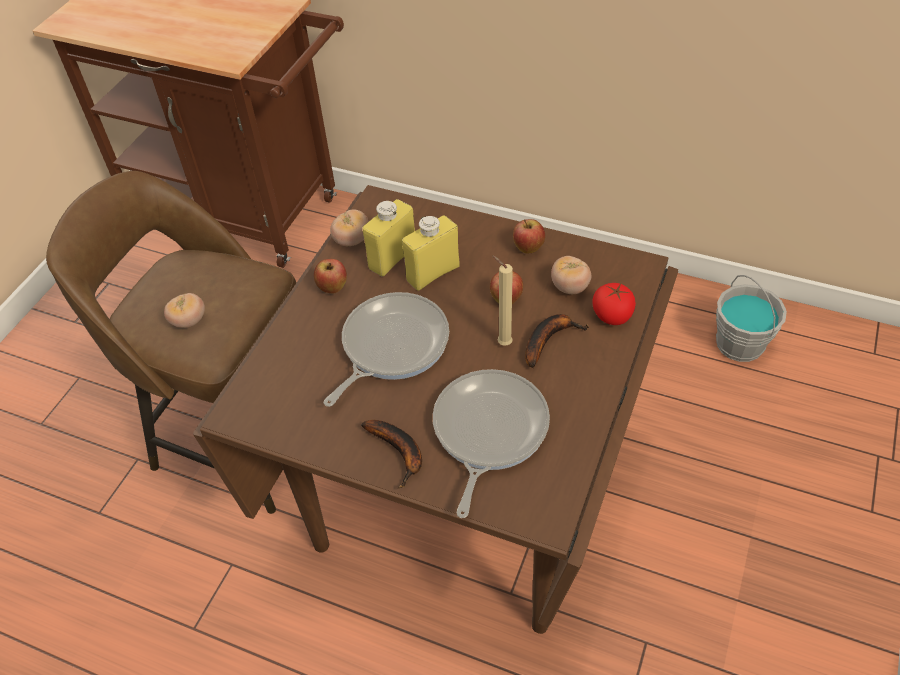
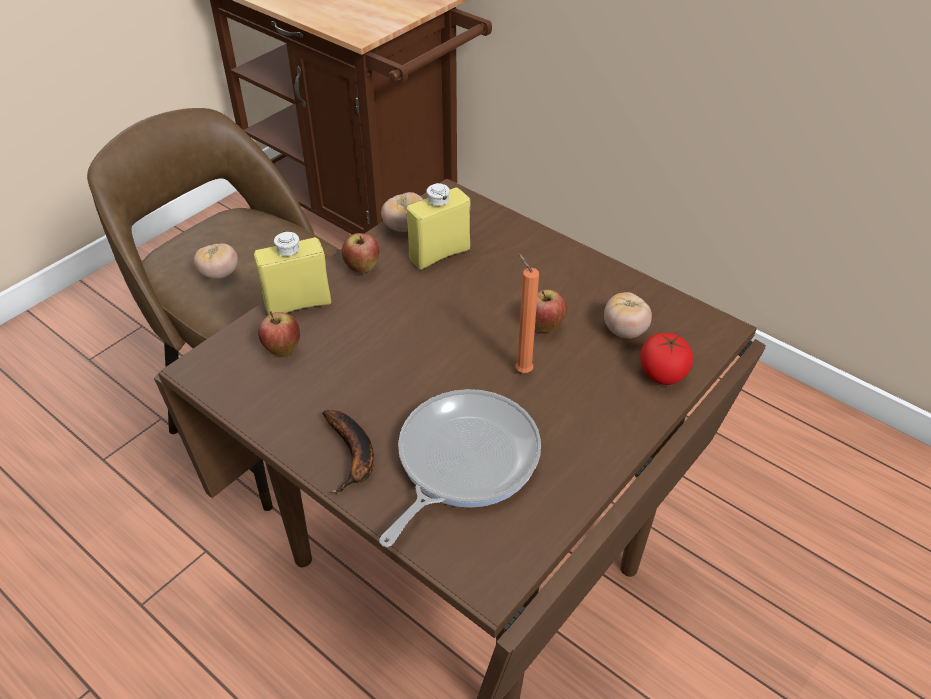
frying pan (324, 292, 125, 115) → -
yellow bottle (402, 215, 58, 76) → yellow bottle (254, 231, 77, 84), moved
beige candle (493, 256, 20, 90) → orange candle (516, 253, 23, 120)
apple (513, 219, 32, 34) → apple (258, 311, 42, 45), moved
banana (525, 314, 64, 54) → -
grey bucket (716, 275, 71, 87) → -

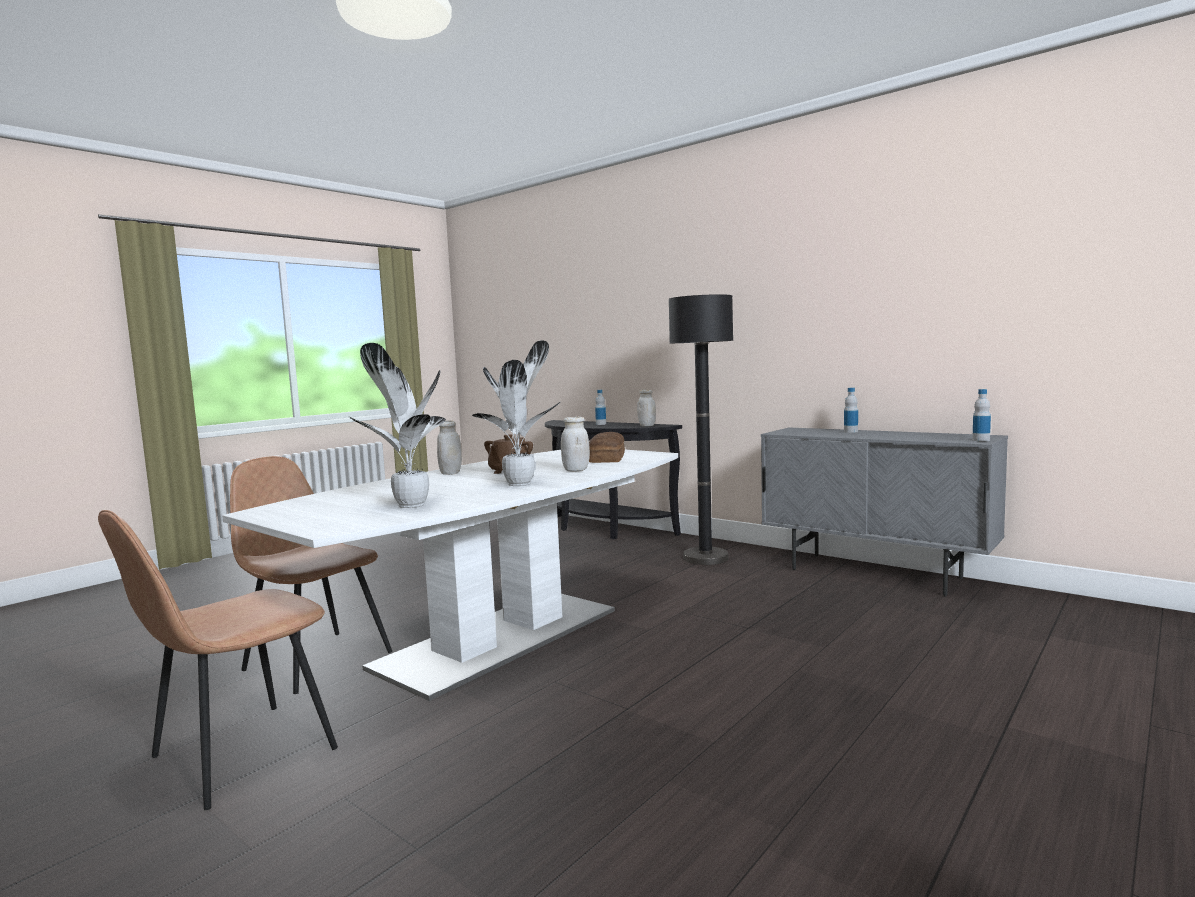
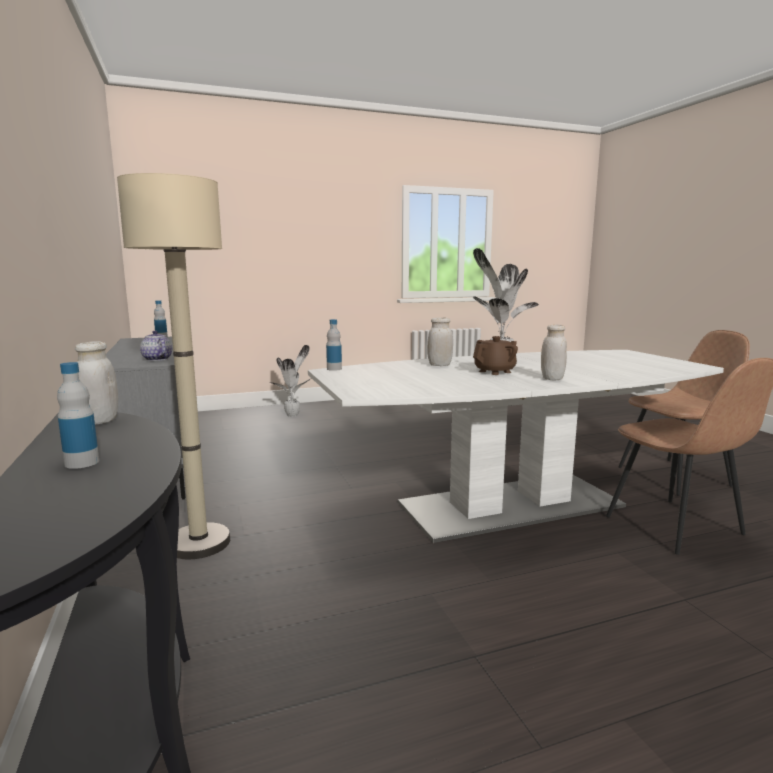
potted plant (349, 343, 97, 165) → potted plant (269, 345, 41, 72), moved
bread (589, 432, 36, 31) → -
black floor lamp (669, 294, 64, 271) → beige floor lamp (117, 173, 113, 386)
bottle (844, 388, 14, 45) → bottle (326, 319, 16, 52), moved
- → teapot (140, 331, 32, 30)

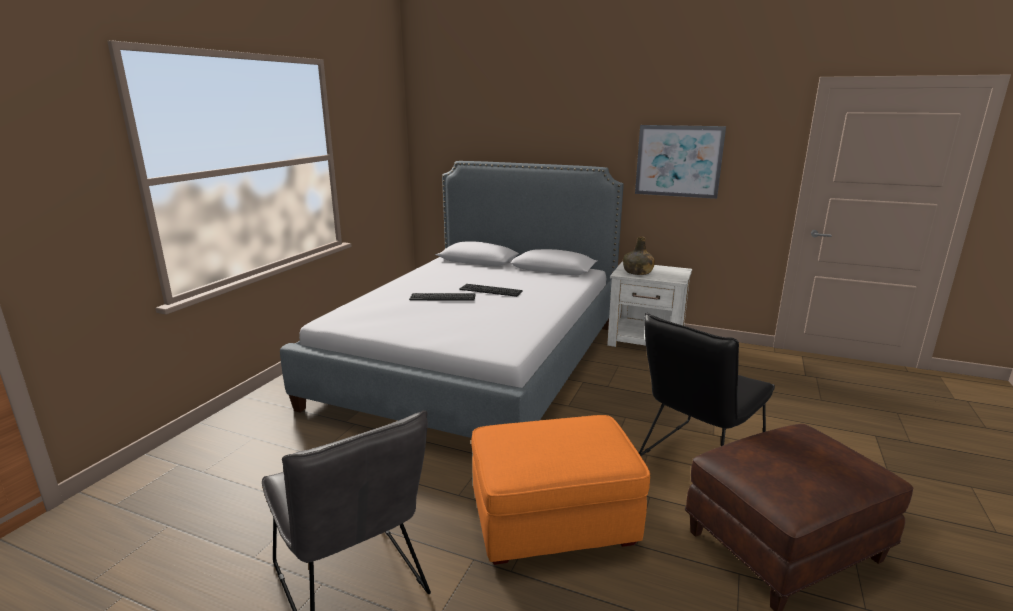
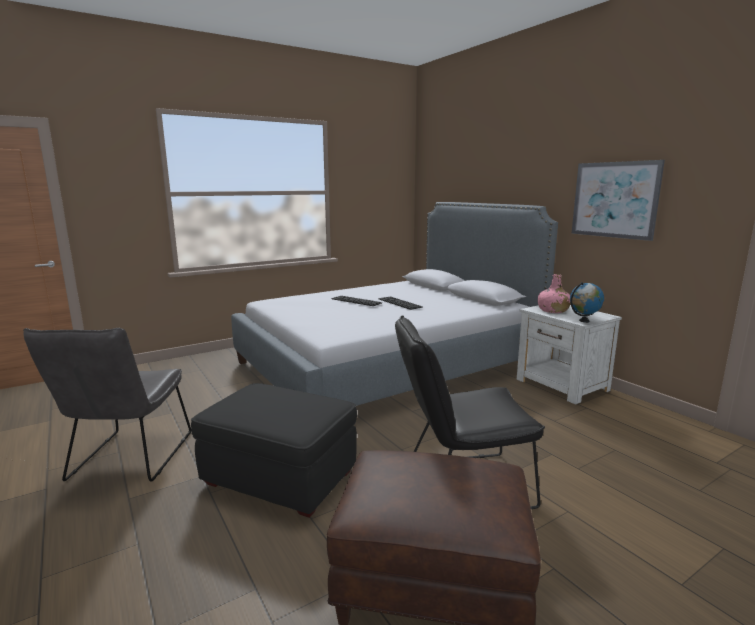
orange ottoman (471, 415, 179, 150) → black ottoman (191, 383, 166, 135)
green bottle (623, 236, 32, 39) → pink bottle (538, 274, 33, 39)
- → globe (570, 282, 34, 41)

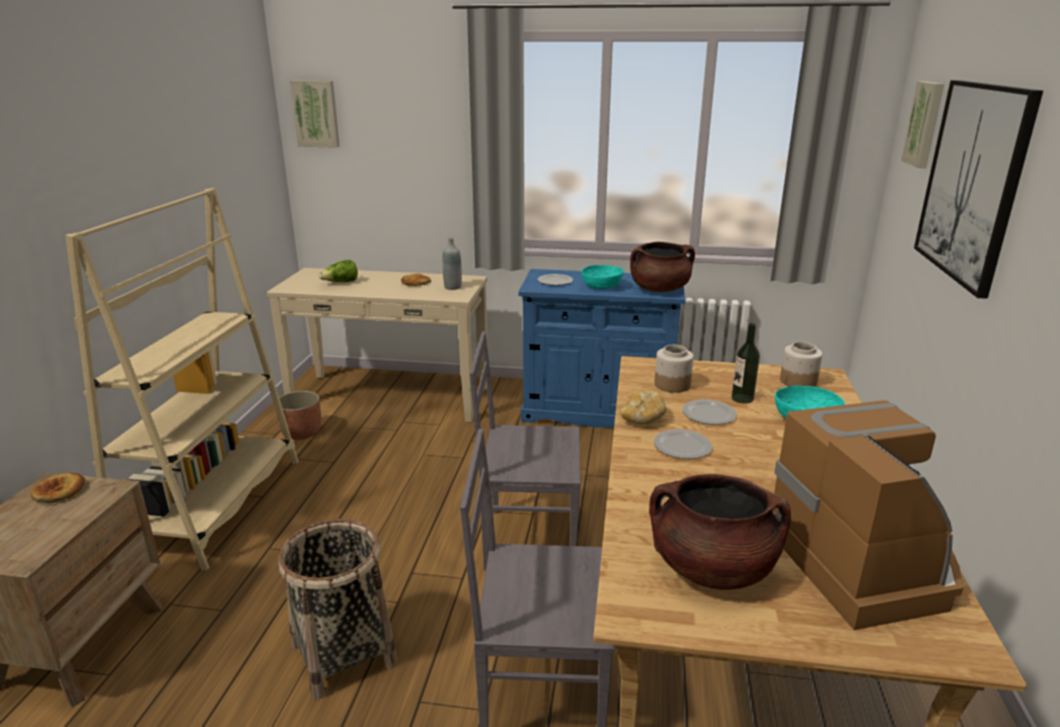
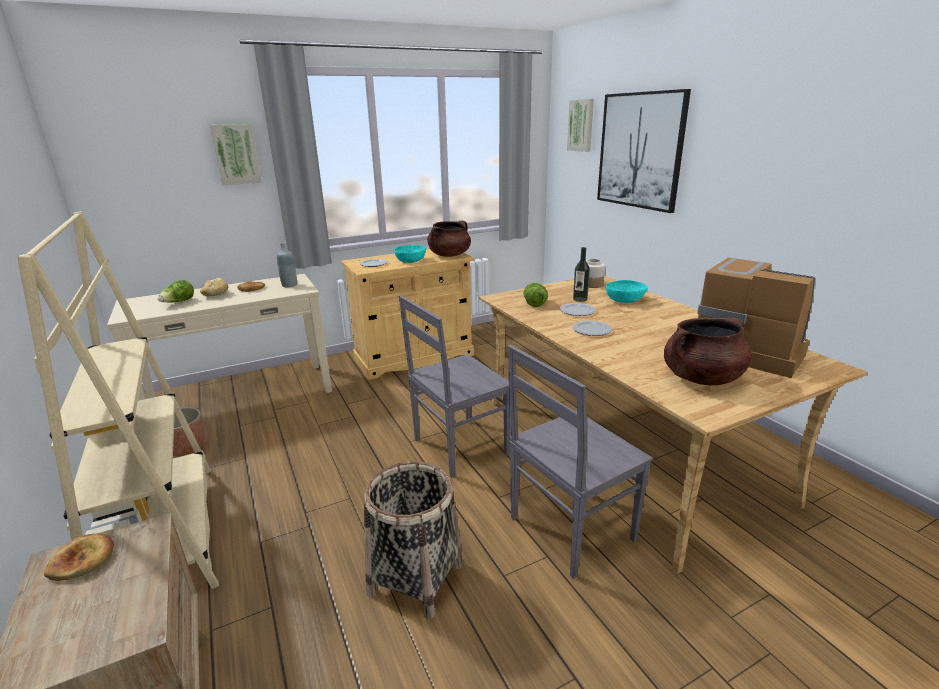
picture (290, 81, 50, 67) → picture (210, 124, 52, 61), moved
blue cabinet (518, 269, 167, 159) → beige cabinet (341, 249, 133, 131)
bread (620, 390, 46, 34) → bread (200, 278, 28, 19), moved
jar (654, 345, 40, 47) → lettuce (523, 283, 25, 24)

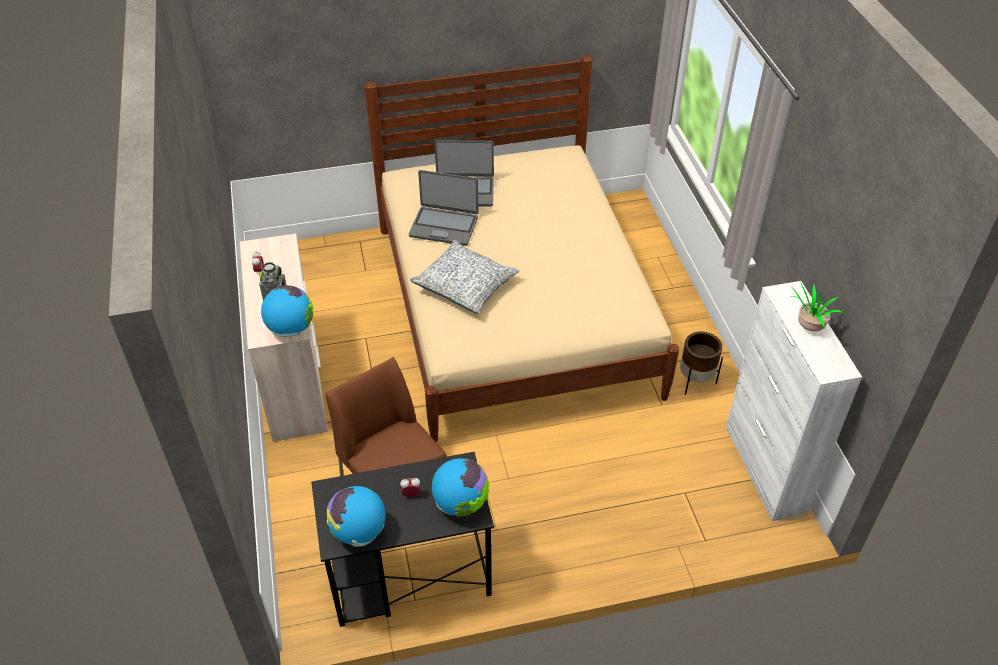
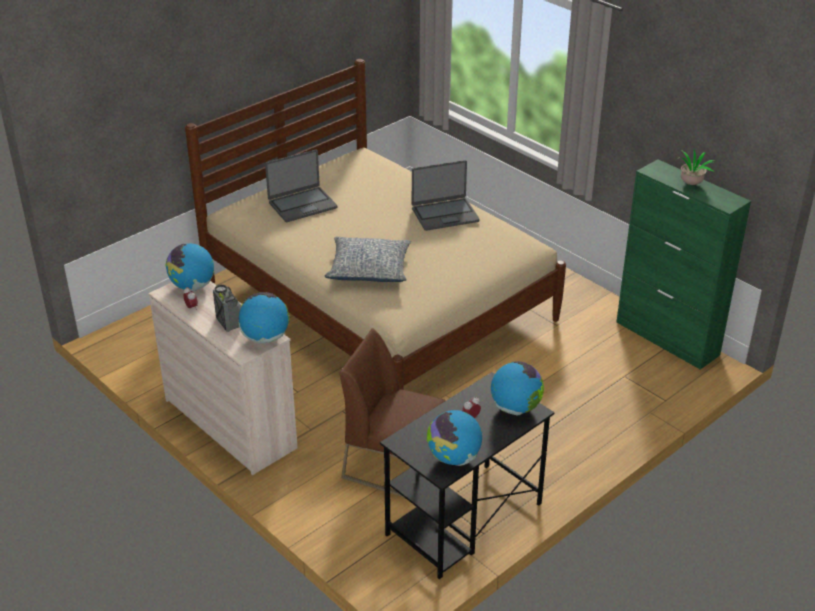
laptop (409, 170, 70, 76) → laptop (412, 160, 68, 71), moved
brown planter (680, 332, 43, 63) → -
white cabinet (726, 281, 136, 240) → green cabinet (616, 159, 135, 211)
- → globe (165, 244, 49, 47)

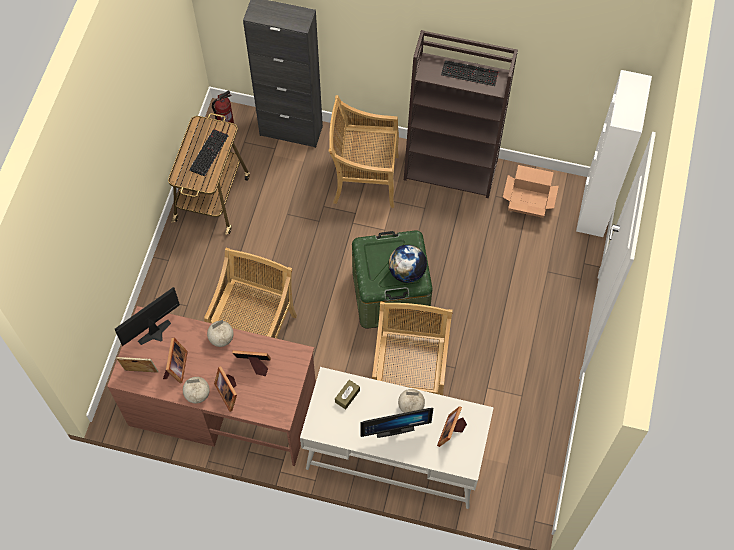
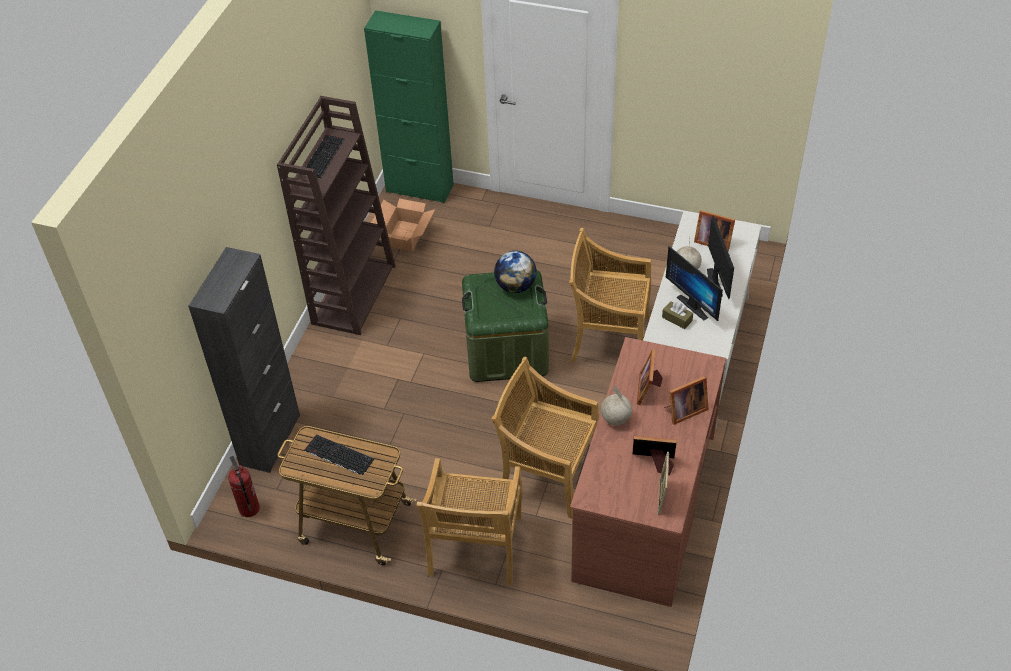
monitor (115, 287, 65, 59) → monitor (666, 246, 57, 75), moved
globe (183, 377, 27, 26) → -
beige chair (329, 95, 70, 113) → beige chair (417, 458, 106, 127), moved
white cabinet (576, 70, 76, 167) → green cabinet (364, 10, 90, 193)

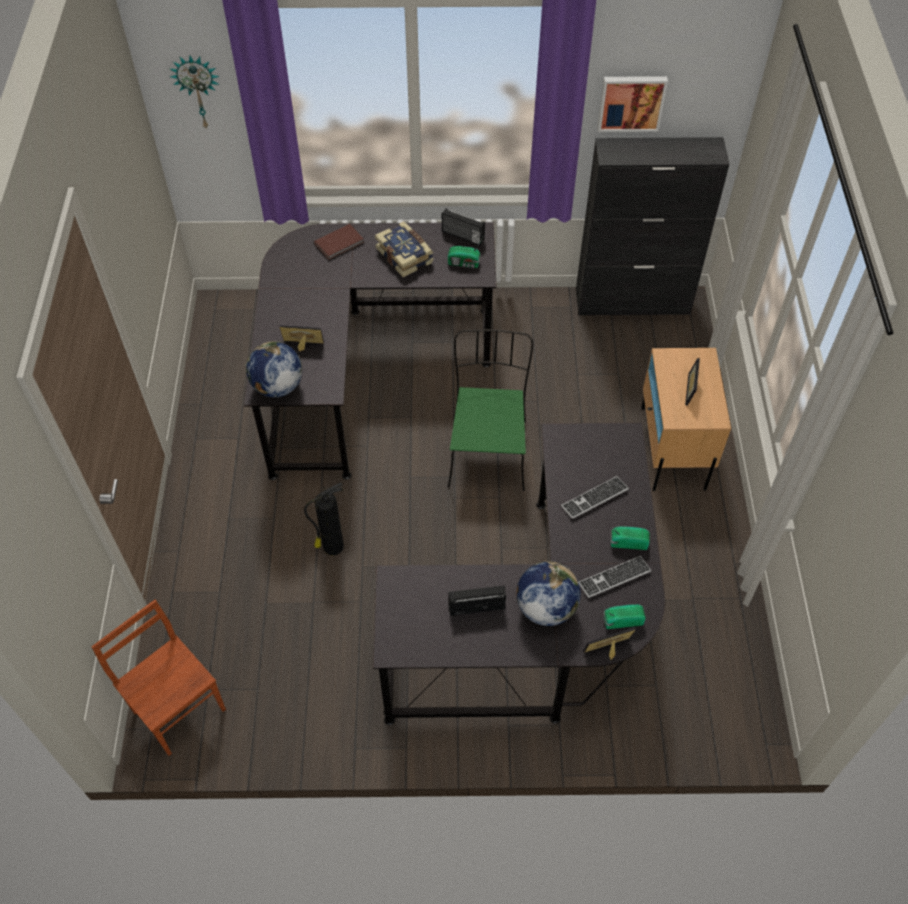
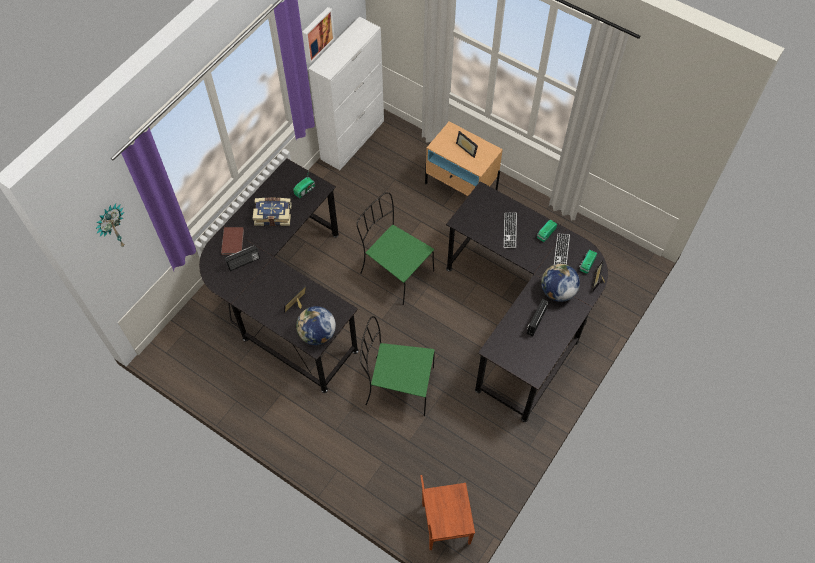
fire extinguisher (304, 482, 40, 73) → green chair (360, 316, 75, 100)
radio (442, 208, 43, 38) → radio (225, 244, 35, 27), moved
black cabinet (576, 137, 154, 178) → white cabinet (308, 17, 76, 153)

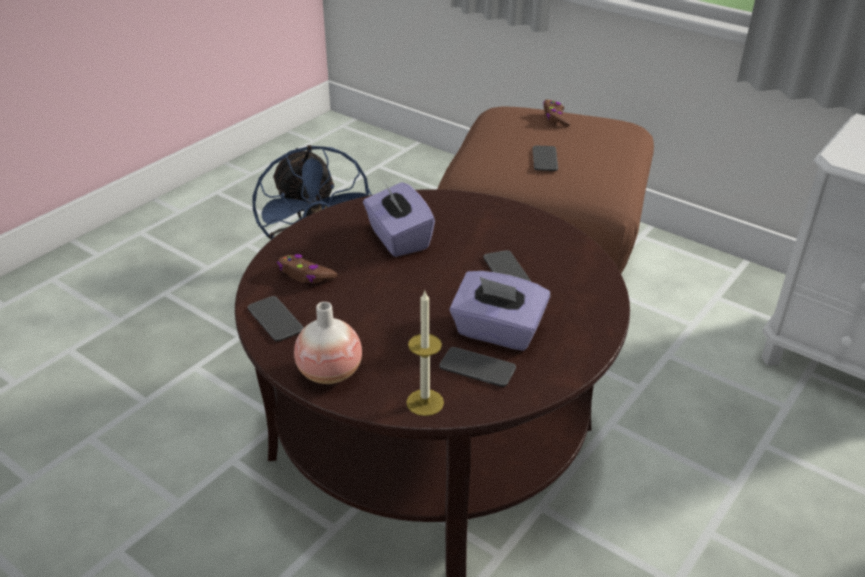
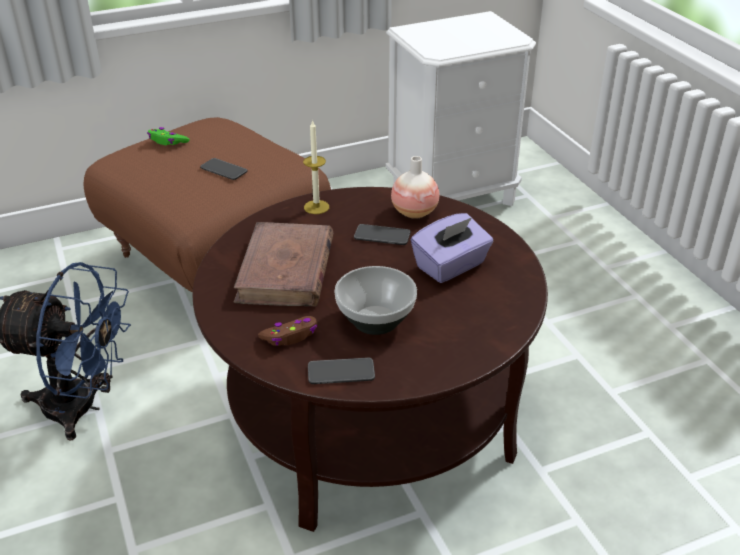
vase (294, 302, 68, 82) → vase (391, 156, 48, 63), moved
purple tissue box (363, 181, 72, 76) → brown book (234, 222, 99, 84)
candle (406, 291, 38, 125) → candle (303, 120, 26, 94), moved
phone (439, 347, 77, 40) → -
brown game controller (543, 100, 28, 27) → green game controller (147, 127, 43, 18)
- → bowl (334, 266, 83, 69)

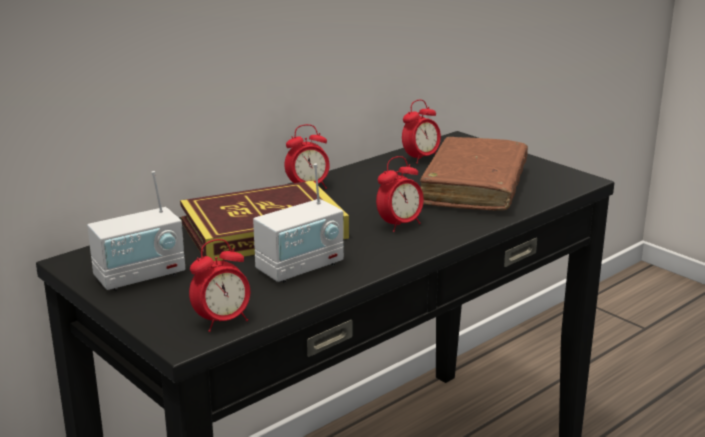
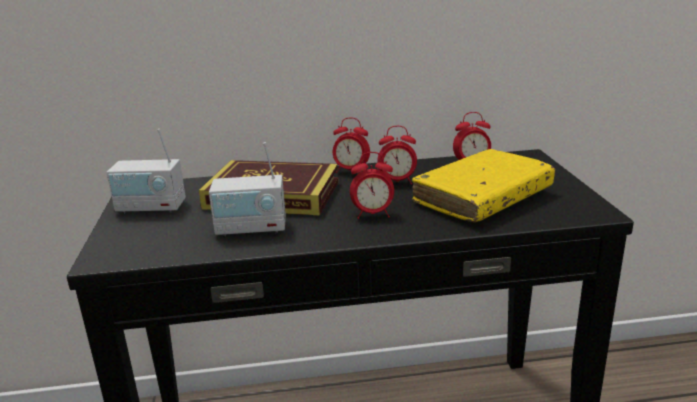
alarm clock (189, 239, 61, 93) → alarm clock (377, 126, 40, 59), moved
brown book (420, 137, 108, 74) → yellow book (412, 149, 143, 73)

